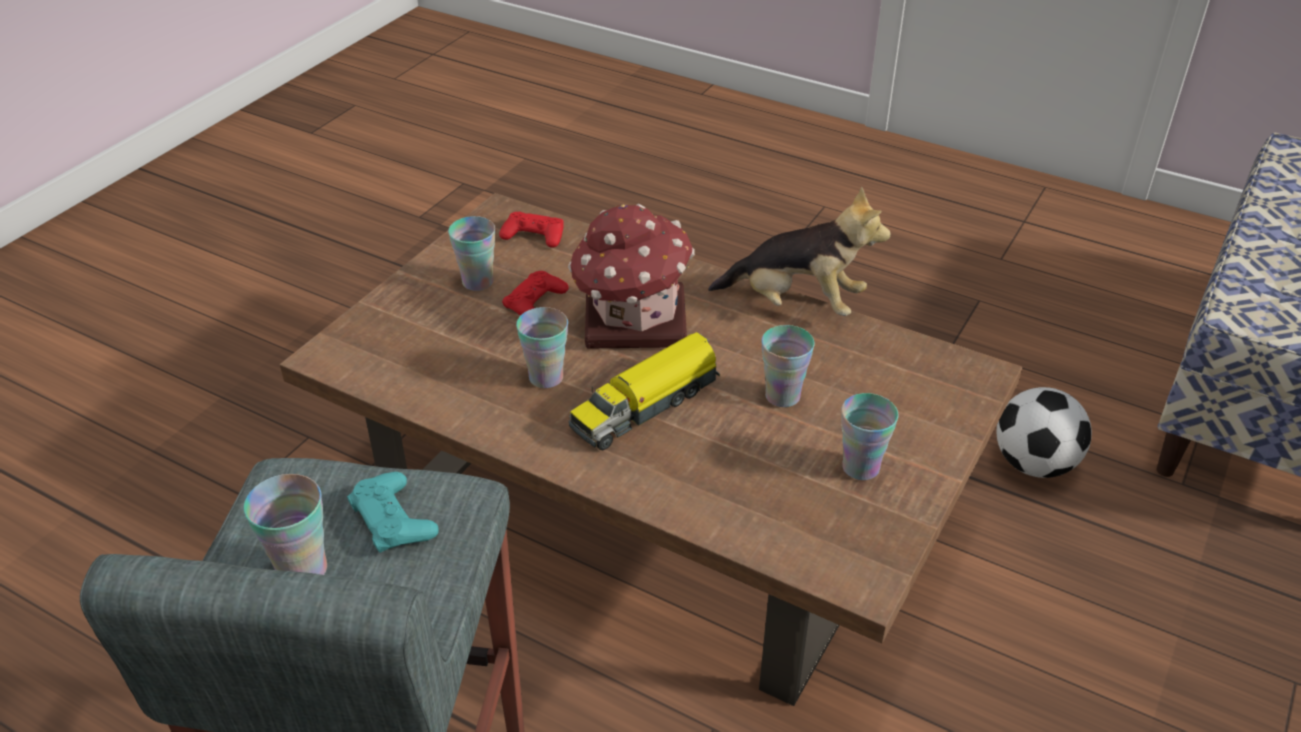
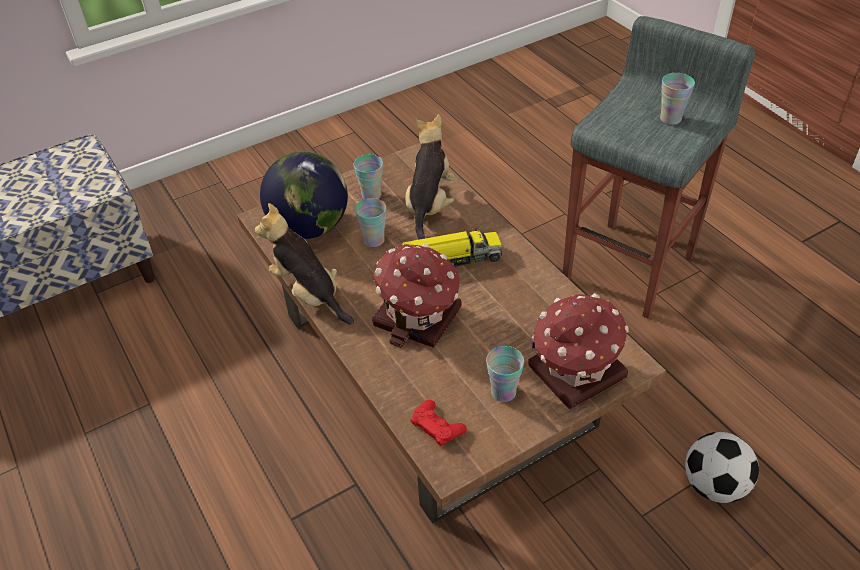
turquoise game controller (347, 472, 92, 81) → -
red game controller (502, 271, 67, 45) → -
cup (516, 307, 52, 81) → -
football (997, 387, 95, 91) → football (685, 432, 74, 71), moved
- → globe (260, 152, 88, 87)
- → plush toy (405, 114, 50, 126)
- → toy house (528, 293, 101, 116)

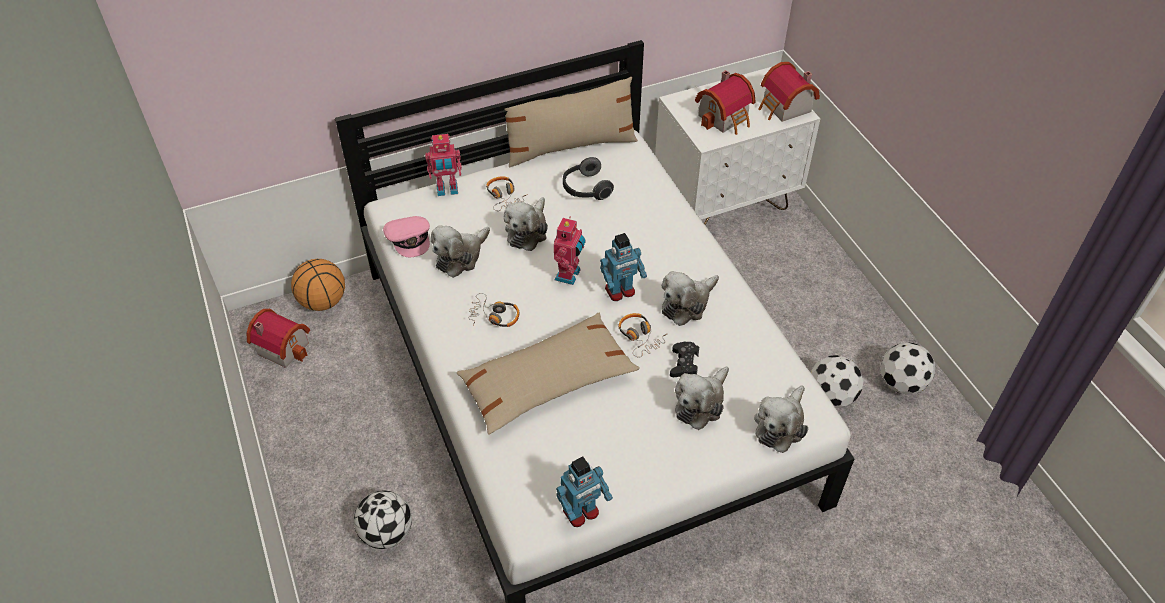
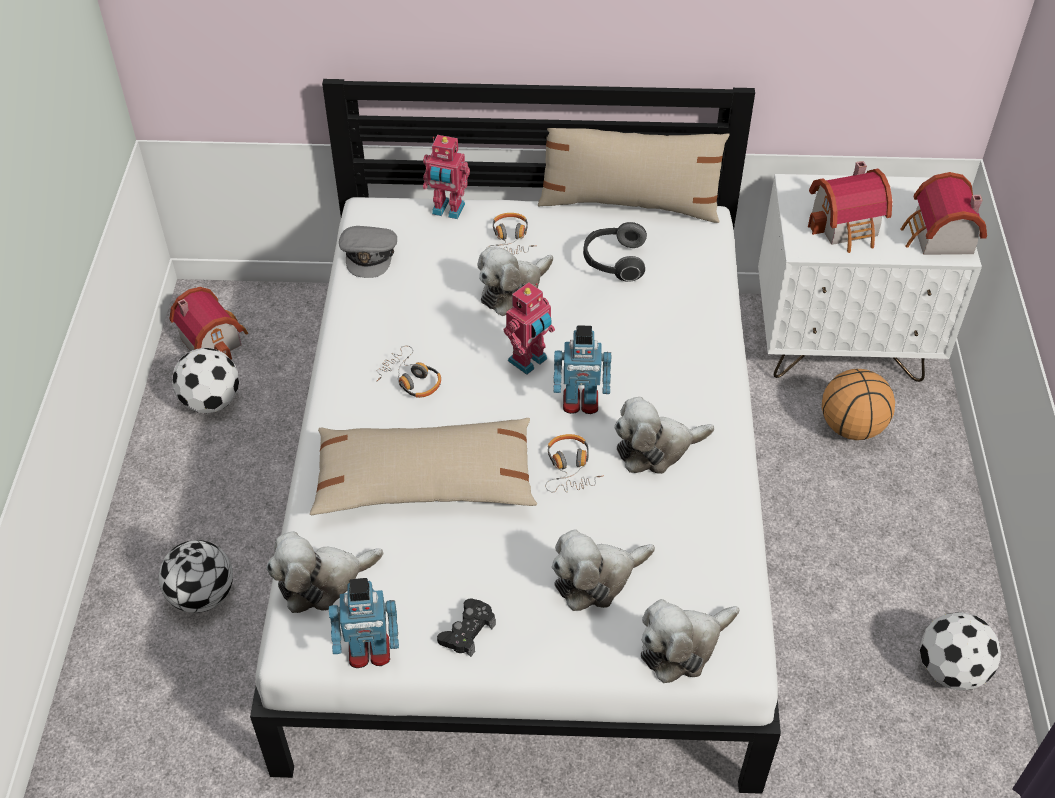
basketball (291, 259, 54, 52) → basketball (822, 369, 73, 71), moved
pink cap (383, 216, 47, 41) → grey cap (339, 226, 58, 52)
plush toy (430, 225, 60, 53) → plush toy (266, 531, 117, 82), moved
black game controller (670, 342, 29, 35) → black game controller (437, 599, 59, 58), moved
football (811, 355, 52, 53) → football (172, 348, 67, 66), moved

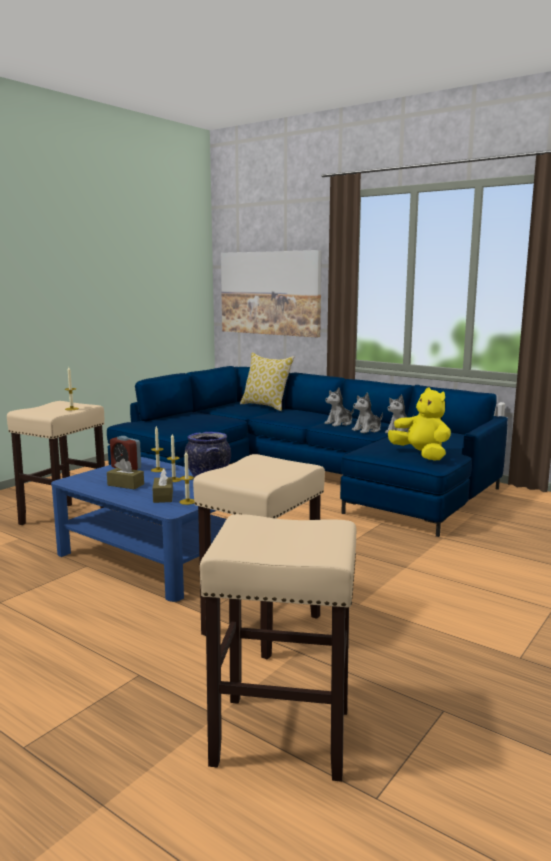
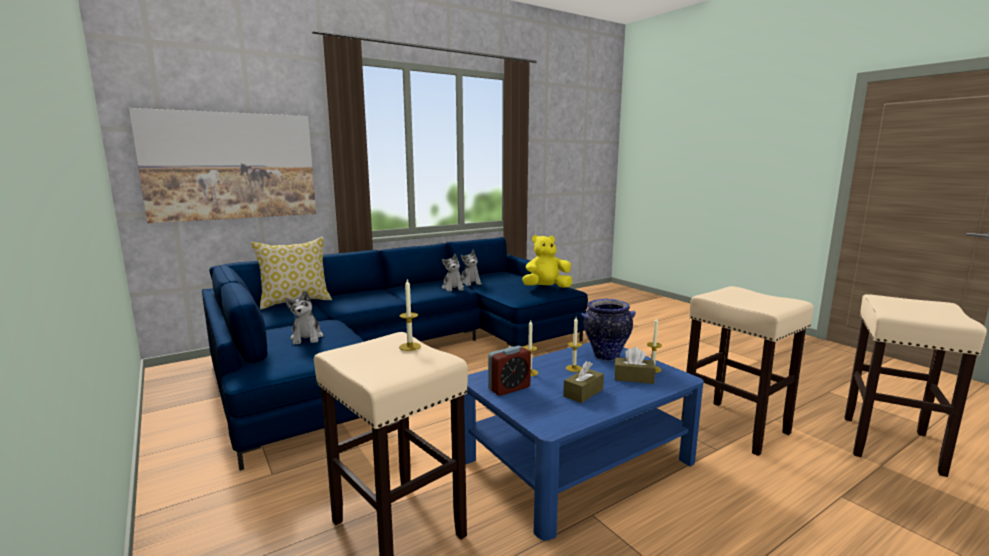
plush toy (324, 387, 30, 39) → plush toy (285, 291, 38, 54), moved

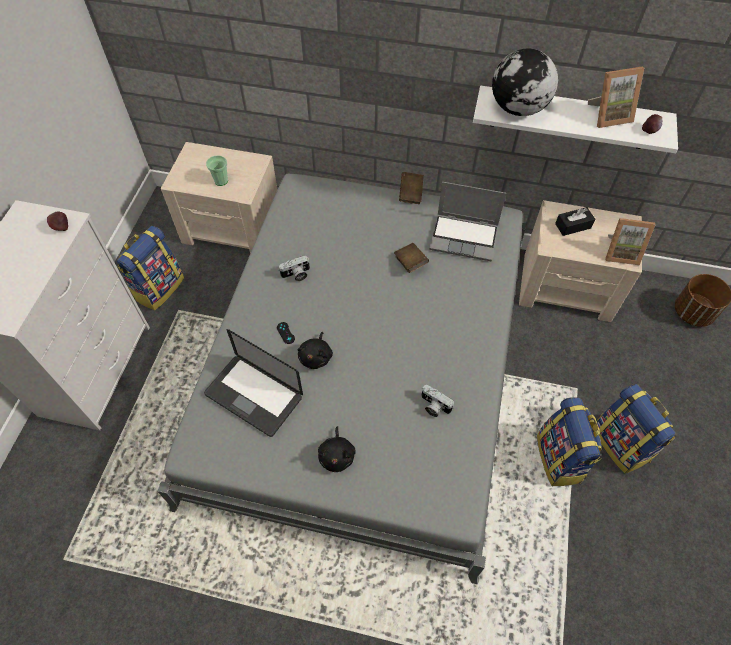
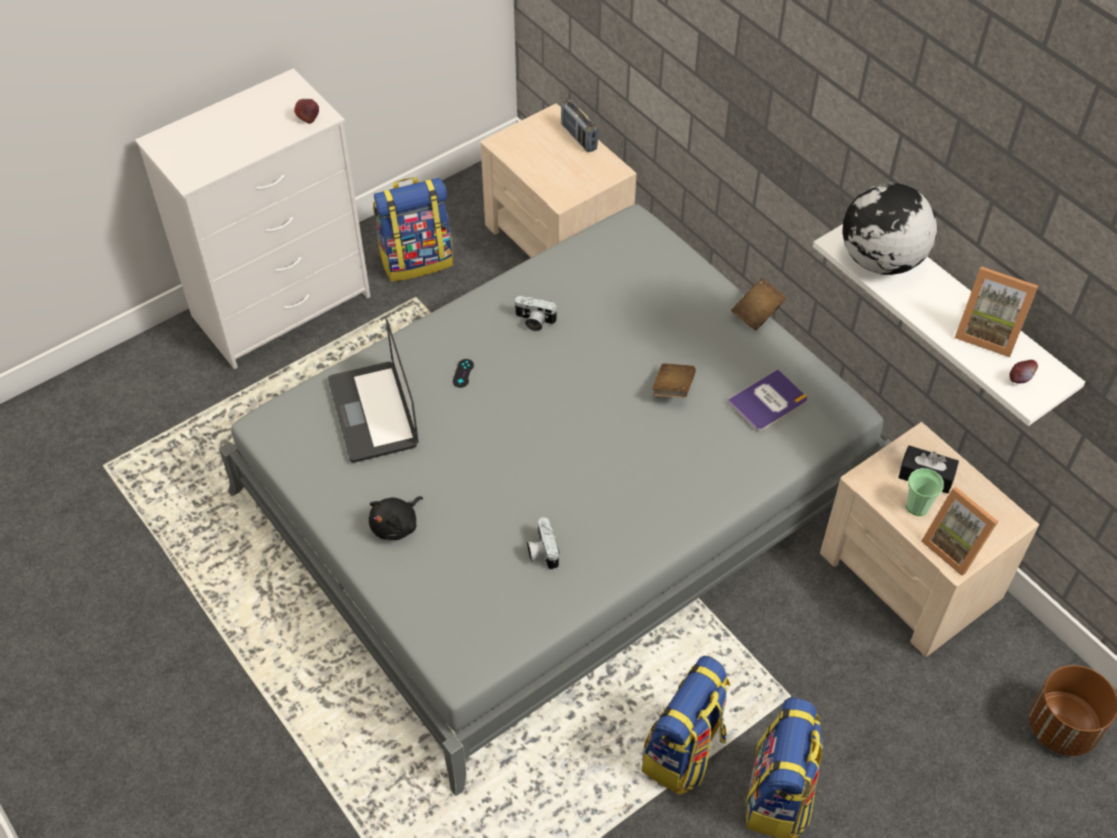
cup (206, 155, 22, 31) → cup (906, 468, 38, 48), moved
black plush toy (298, 332, 35, 37) → -
laptop (429, 182, 77, 79) → book (727, 369, 80, 62)
- → radio (561, 99, 37, 53)

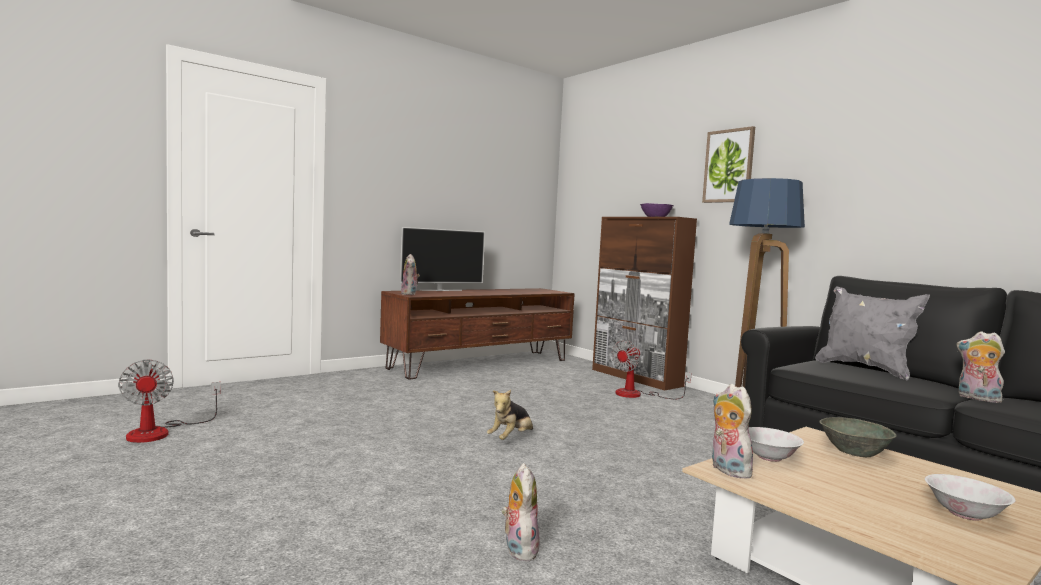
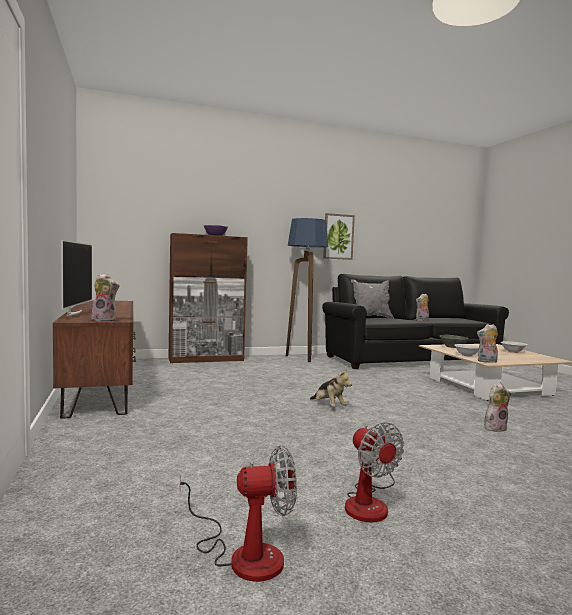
plush toy (501, 463, 39, 99) → plush toy (484, 384, 27, 48), 150 degrees clockwise
fan (611, 340, 80, 59) → fan (345, 422, 59, 100), moved
picture (702, 126, 53, 77) → picture (323, 213, 32, 47), moved

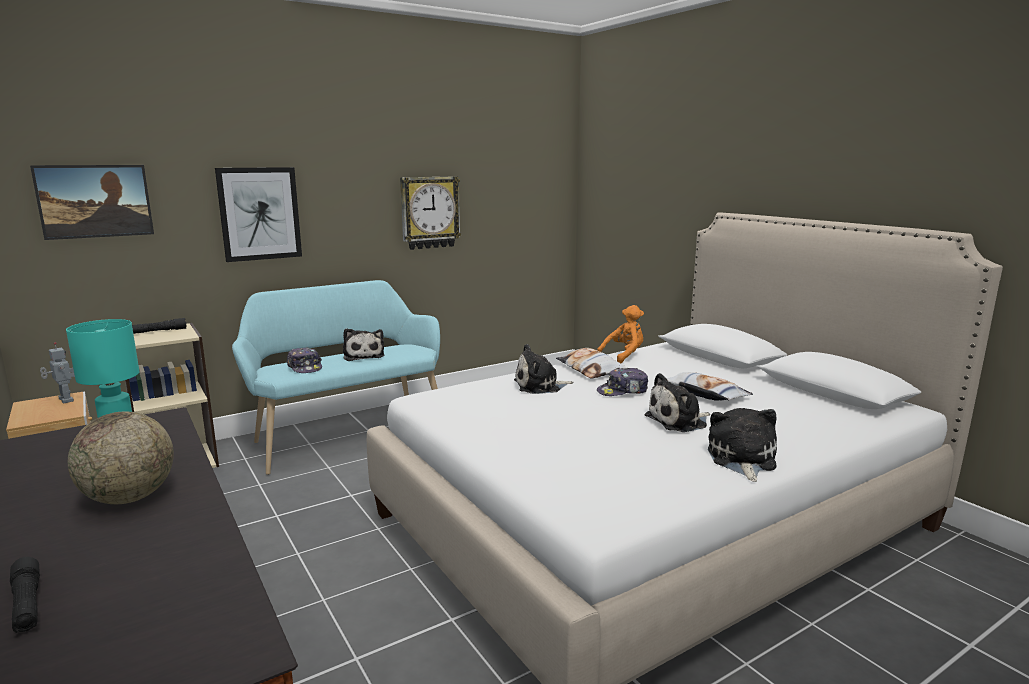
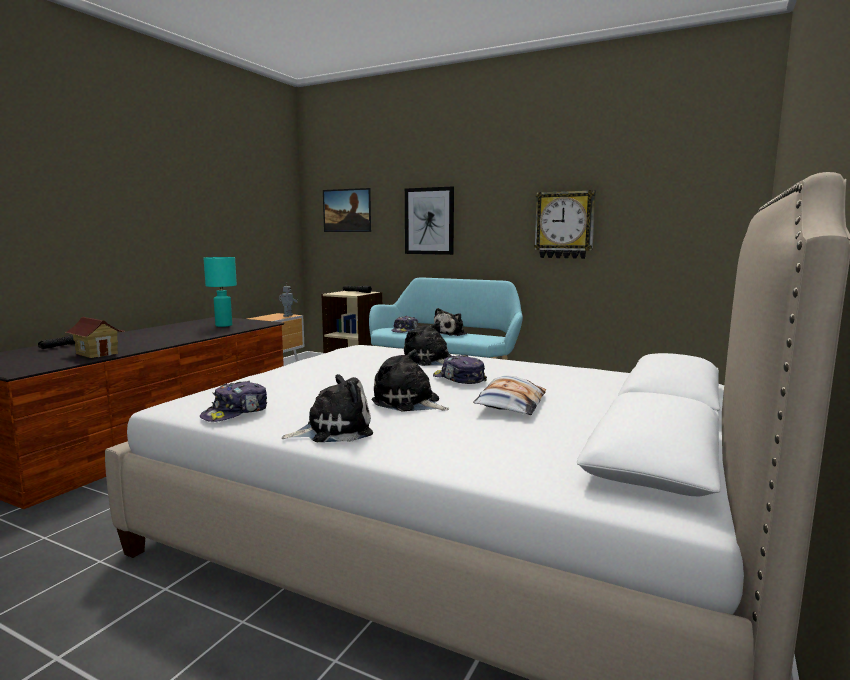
globe (68, 412, 106, 92) → -
pillow (556, 348, 71, 31) → -
orange plush toy (597, 305, 47, 58) → -
- → toy house (66, 317, 58, 41)
- → cap (200, 381, 67, 41)

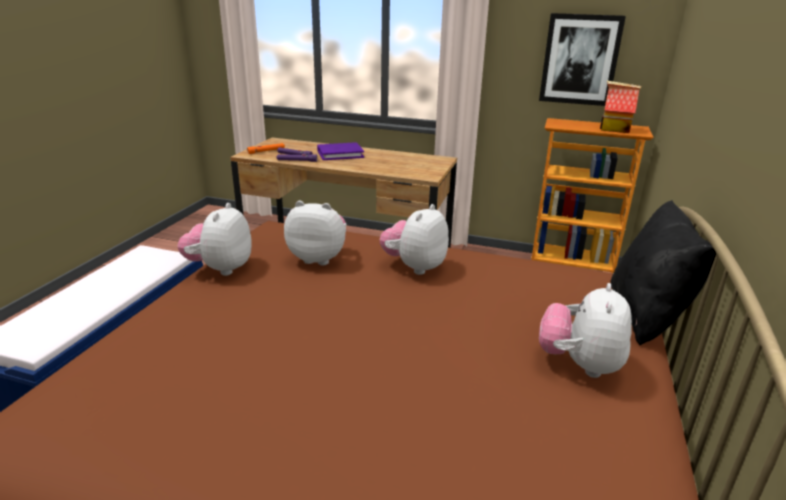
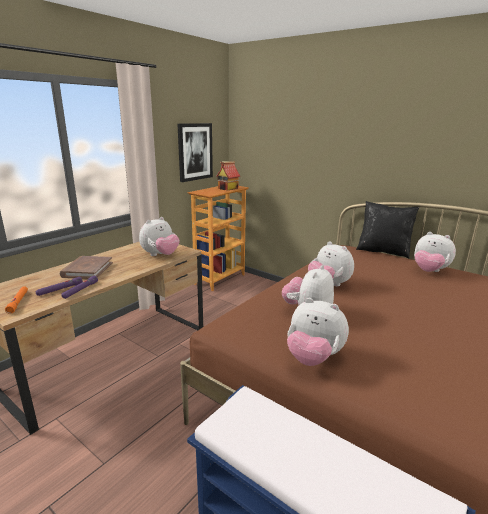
purple book (317, 142, 47, 18) → brown book (59, 256, 54, 23)
- → plush toy (139, 217, 41, 39)

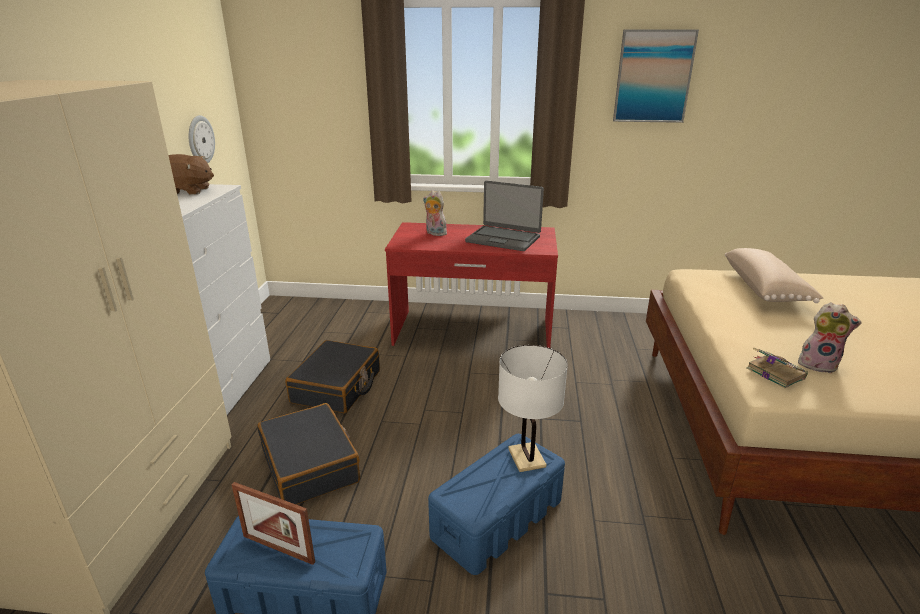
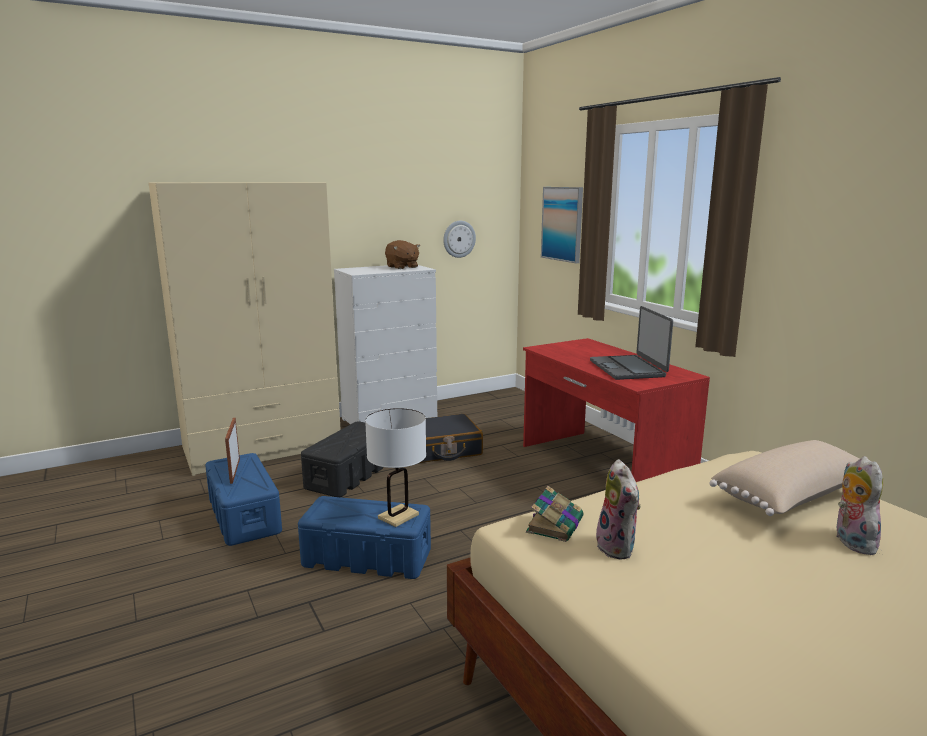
black suitcase (258, 403, 102, 101) → black storage box (301, 421, 82, 76)
plush toy (423, 190, 24, 46) → plush toy (836, 456, 47, 99), moved
picture (613, 30, 86, 93) → picture (541, 187, 42, 76), moved

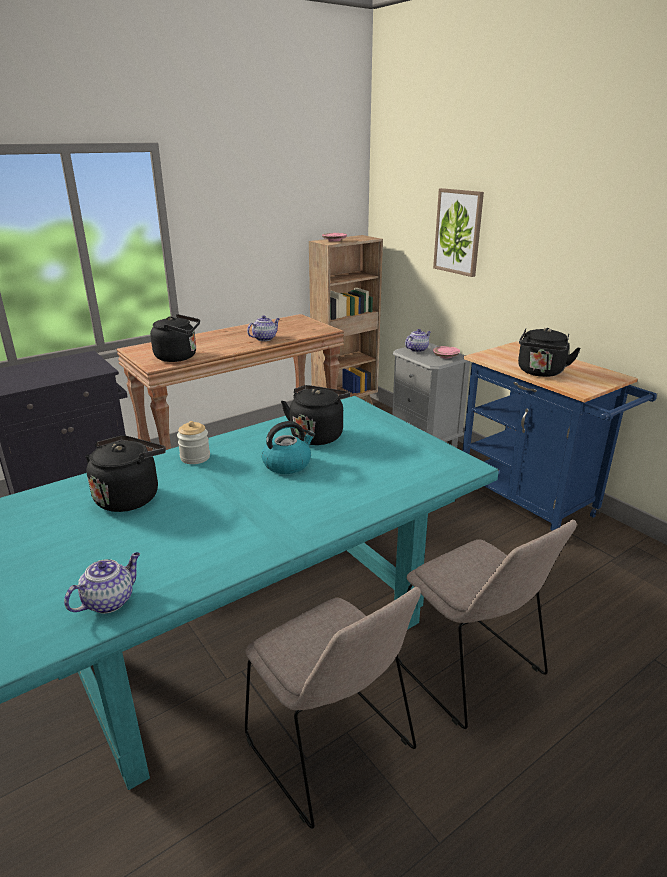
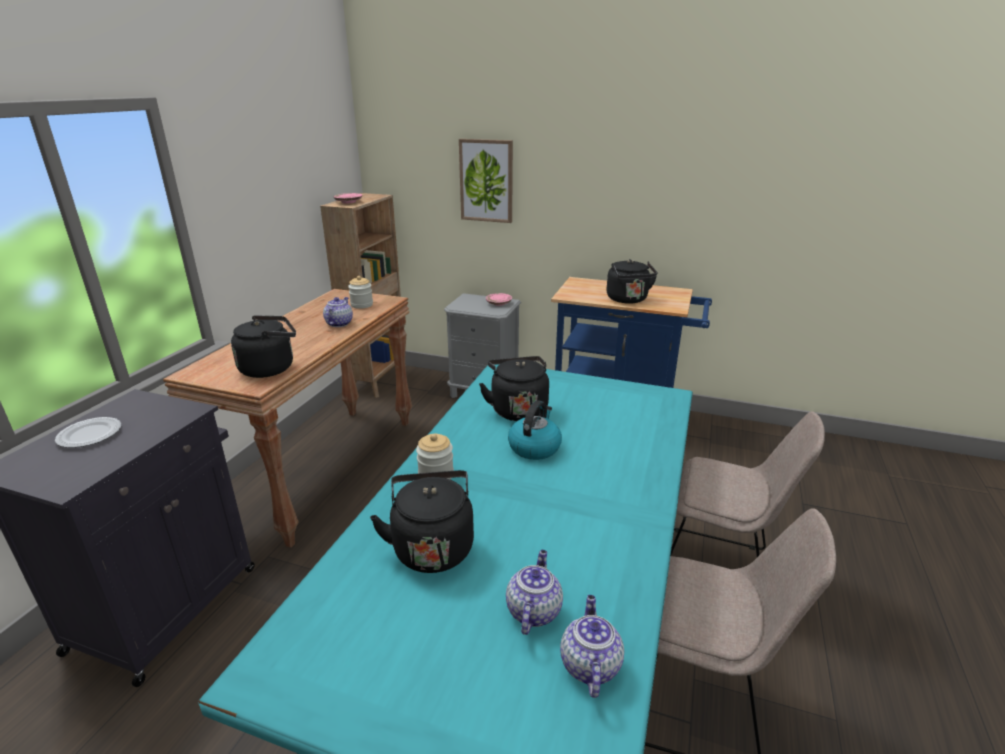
teapot (405, 329, 26, 23) → teapot (506, 550, 57, 85), moved
- → plate (55, 417, 66, 31)
- → jar (348, 276, 25, 33)

